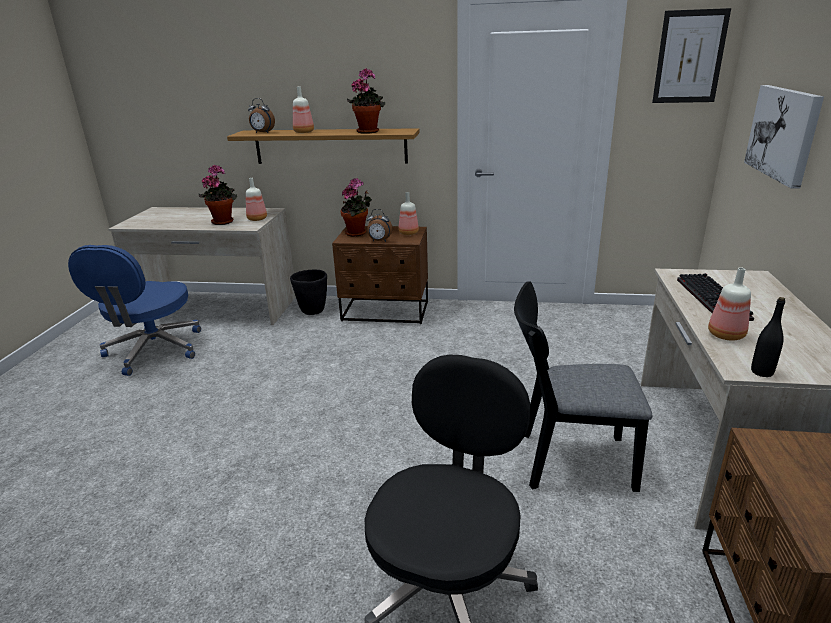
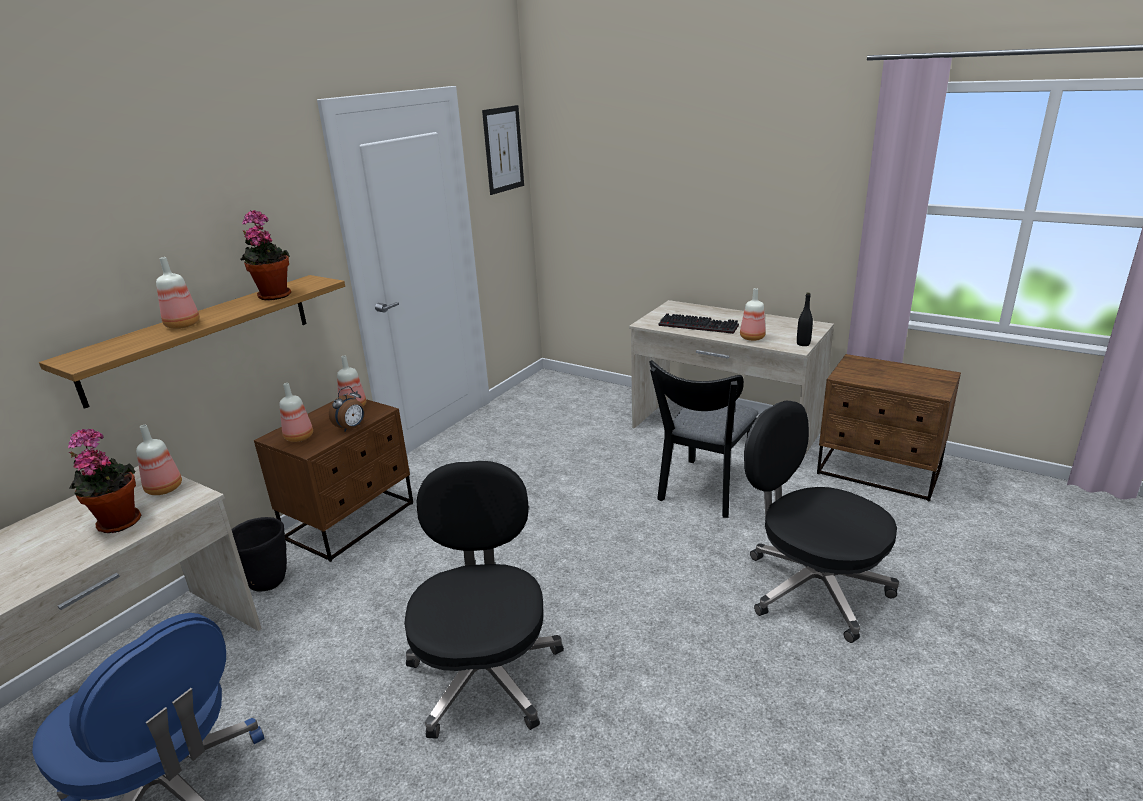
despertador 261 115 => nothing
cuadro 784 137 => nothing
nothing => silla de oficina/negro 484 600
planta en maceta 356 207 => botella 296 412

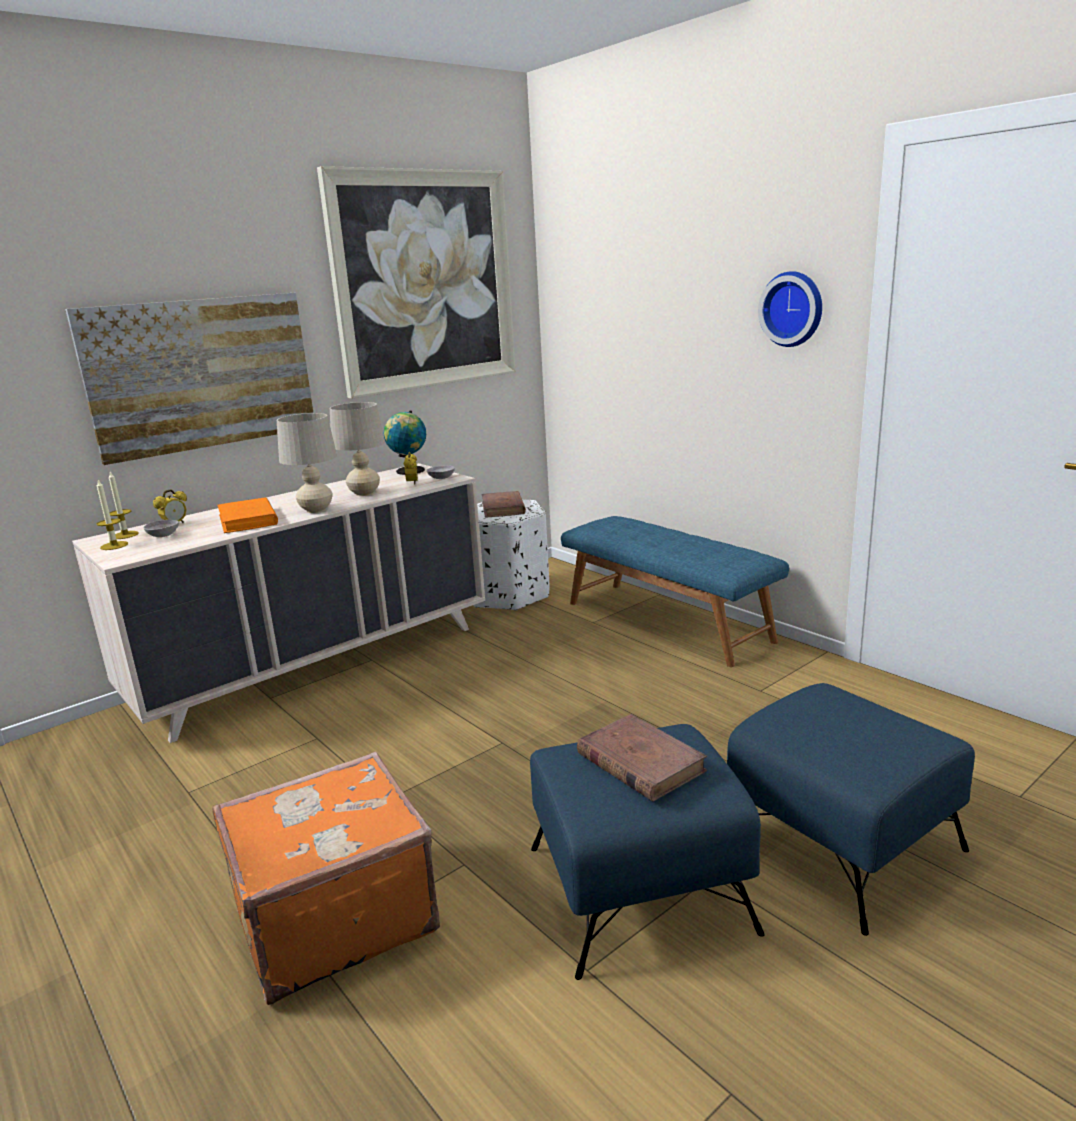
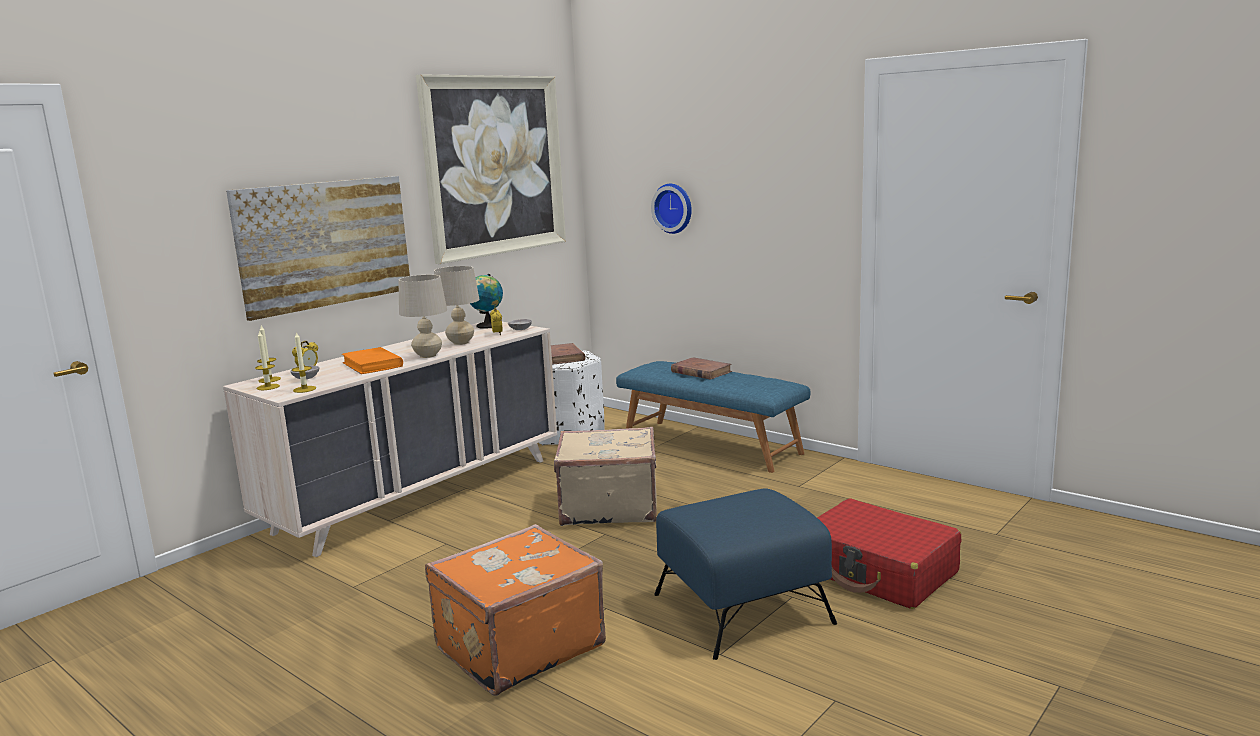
nothing => vela 304 362
nothing => maleta/beis 605 476
libro/marrón 642 758 => libro/marrón 701 368, shifted
reloj de pared 790 309 => reloj de pared 671 209, shifted
puf/azul 851 809 => maleta/rojo 889 553

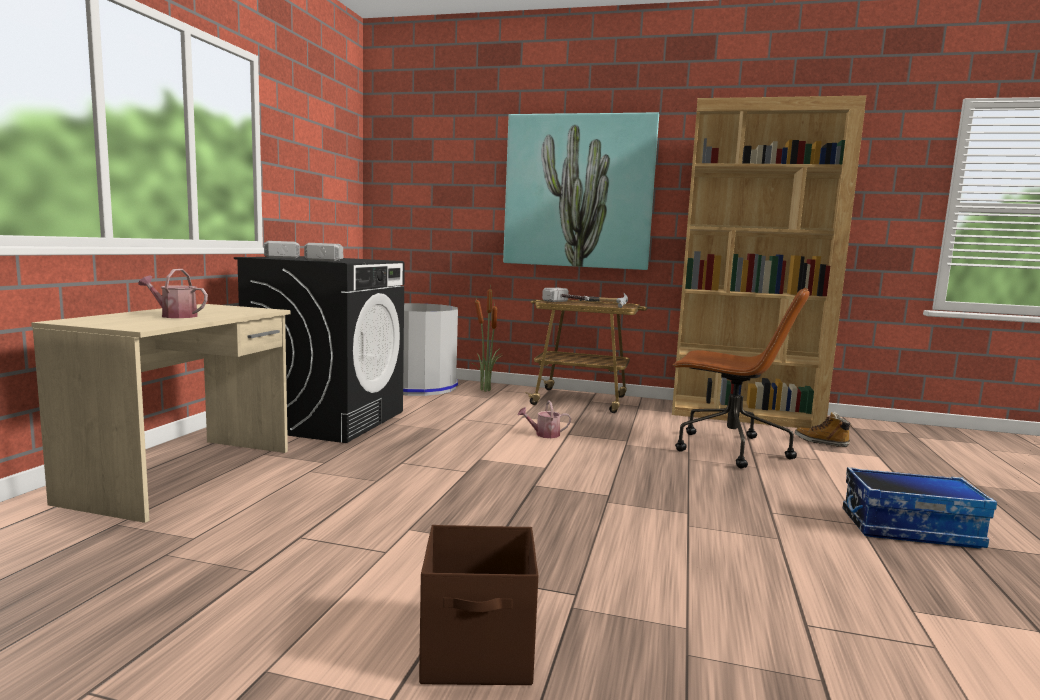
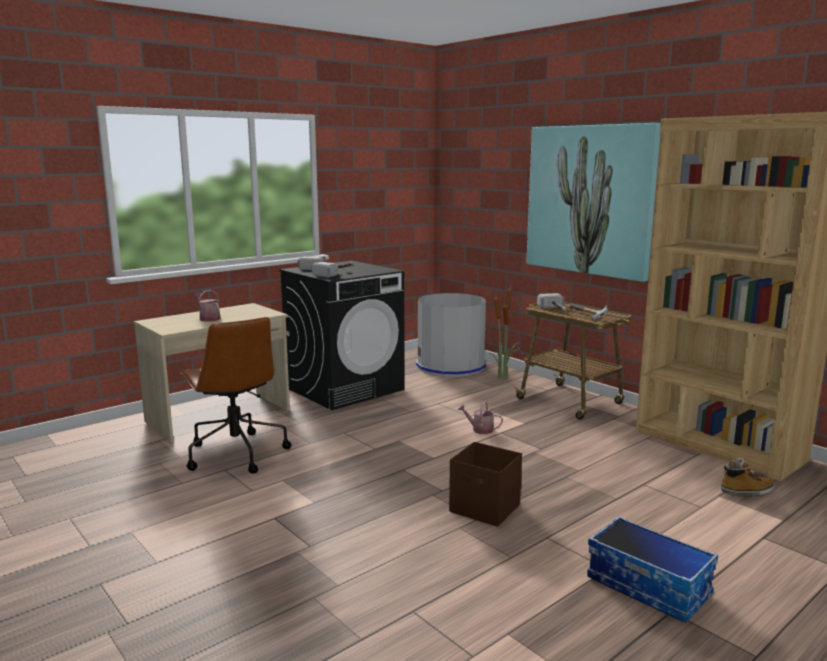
caja de almacenaje/marrón 478 605 => caja de almacenaje/marrón 485 484, shifted
silla de oficina/marrón 741 378 => silla de oficina/marrón 235 395, shifted
bota 823 429 => bota 747 477, 105 degrees clockwise

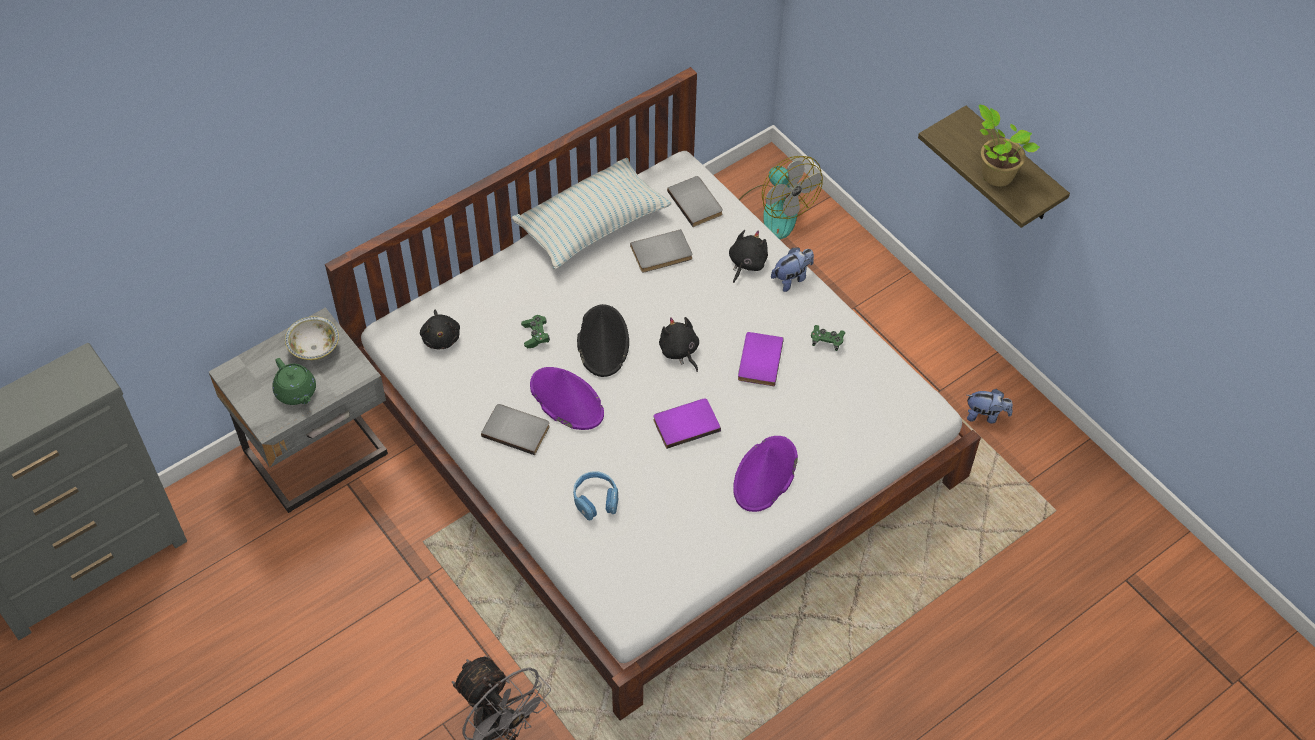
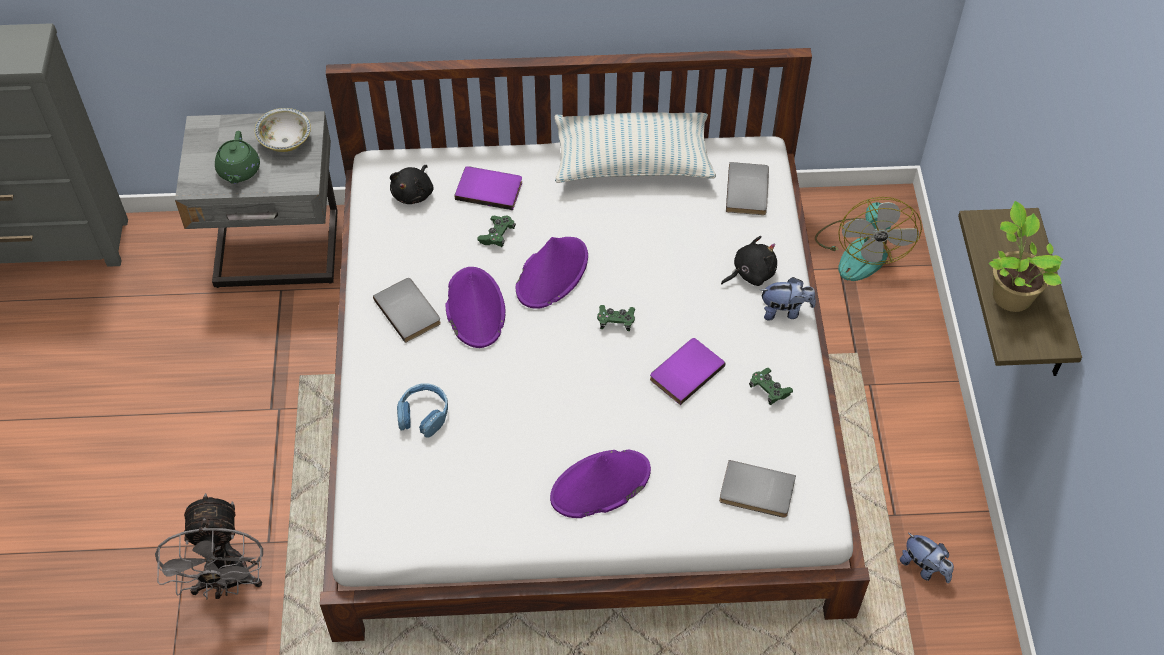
libro/gris 661 250 => libro/gris 757 489, shifted
libro/morado 687 423 => libro/morado 488 188, shifted
peluche/negro 679 344 => mando de consola/verde 616 318
sombrero/negro 603 340 => sombrero/morado 552 273

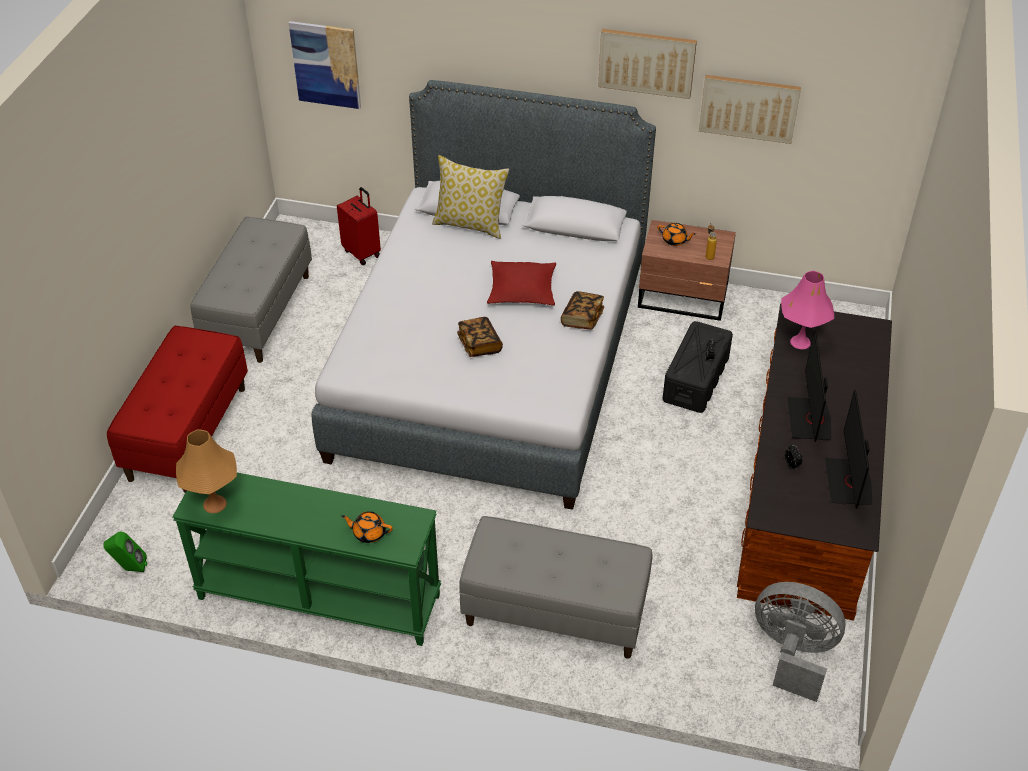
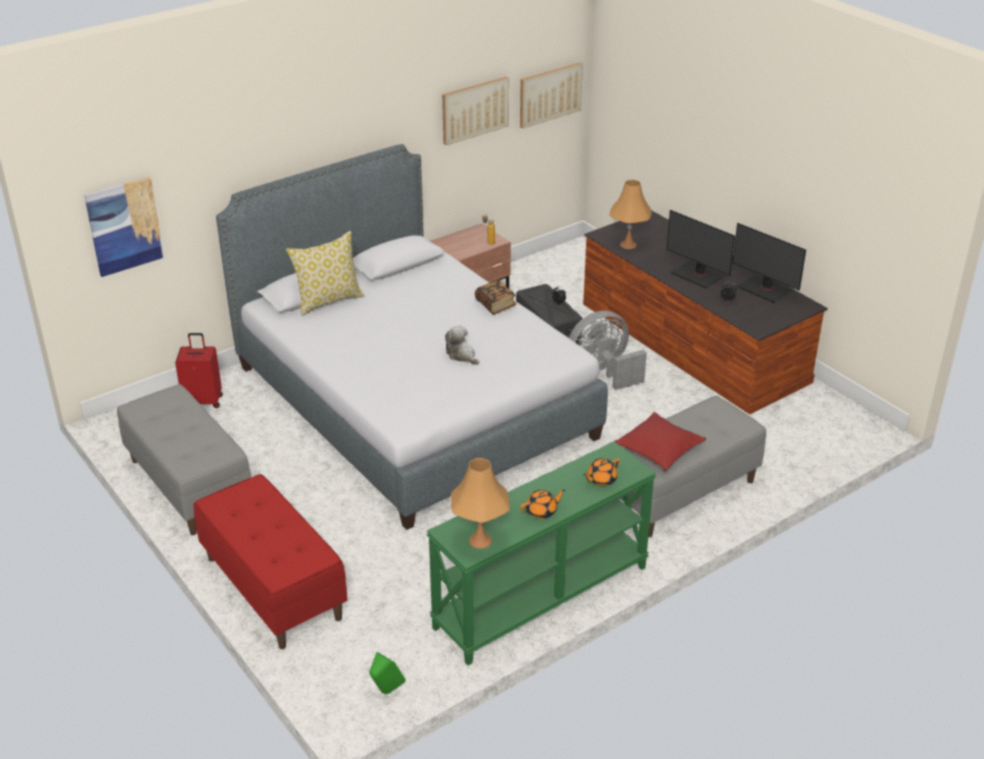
cojín/rojo 521 283 => cojín/rojo 660 441, shifted
cuadro 647 64 => cuadro 551 95, shifted
tetera/naranja 677 234 => tetera/naranja 542 504, shifted
ventilador/gris 800 642 => ventilador/gris 608 350, shifted
libro 480 337 => peluche 462 345
lámpara de mesa/rosa 807 310 => lámpara de mesa/naranja 630 214

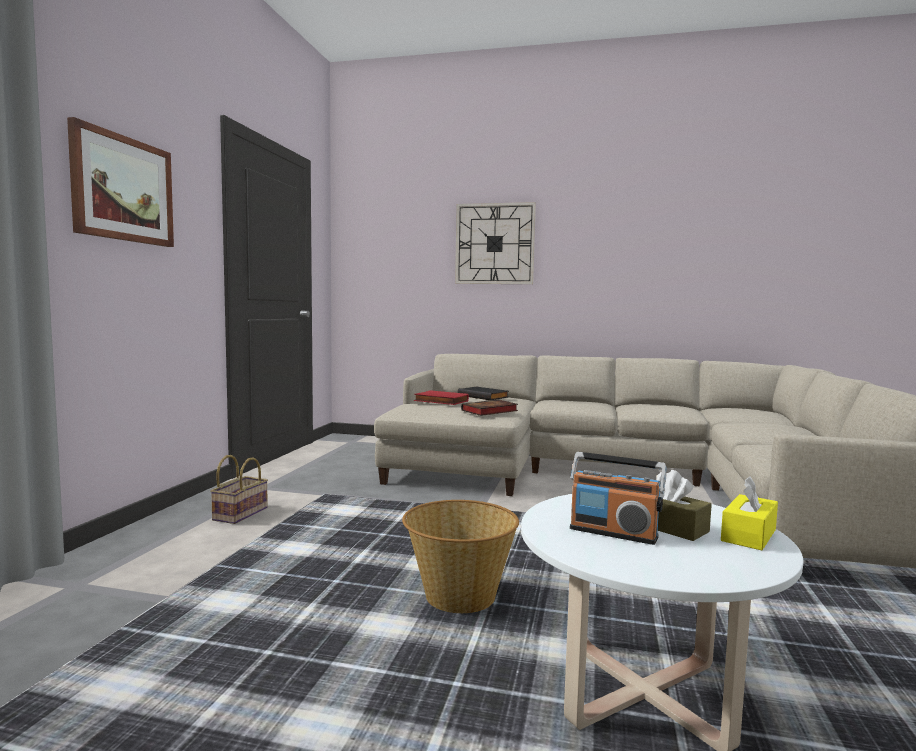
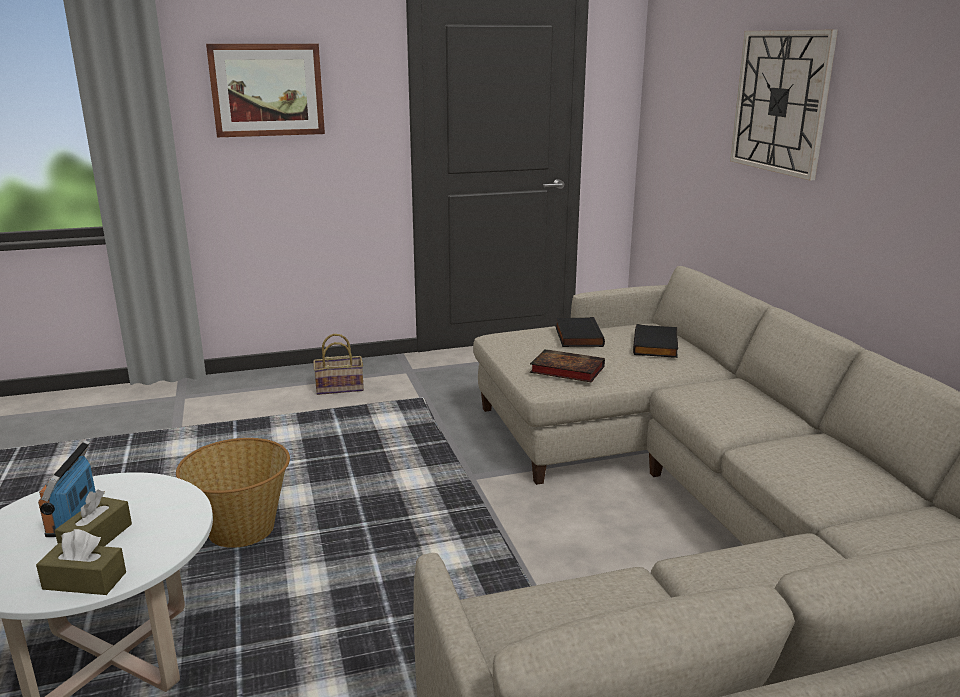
libro/rojo 441 397 => libro/negro 580 332
caja de pañuelos/amarillo 749 513 => caja de pañuelos/marrón 81 562

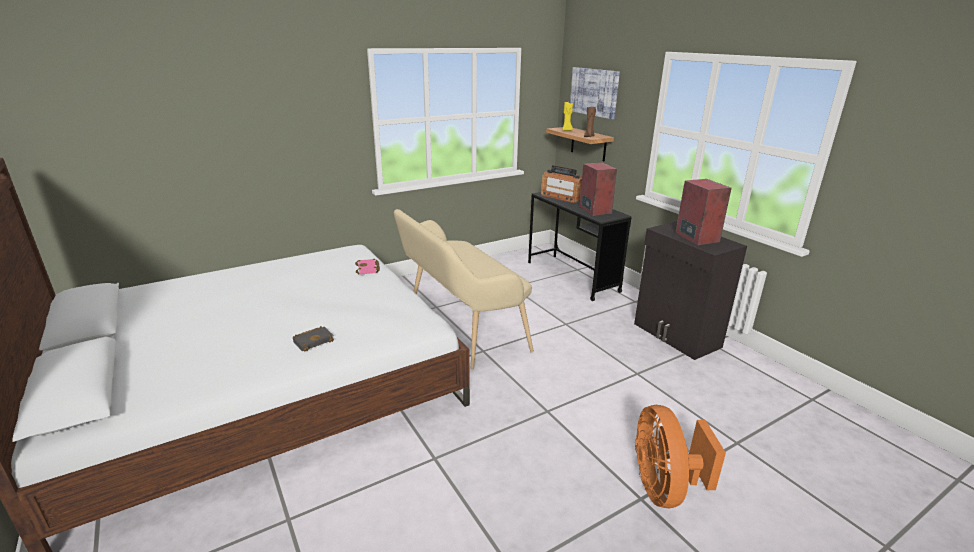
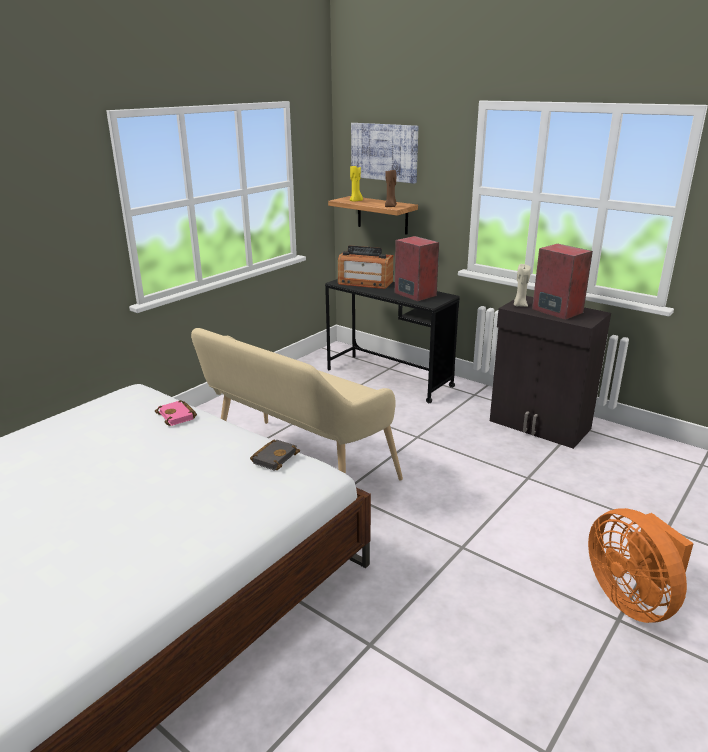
nothing => vela/beis 522 285
libro/negro 313 339 => libro/negro 275 455, shifted

